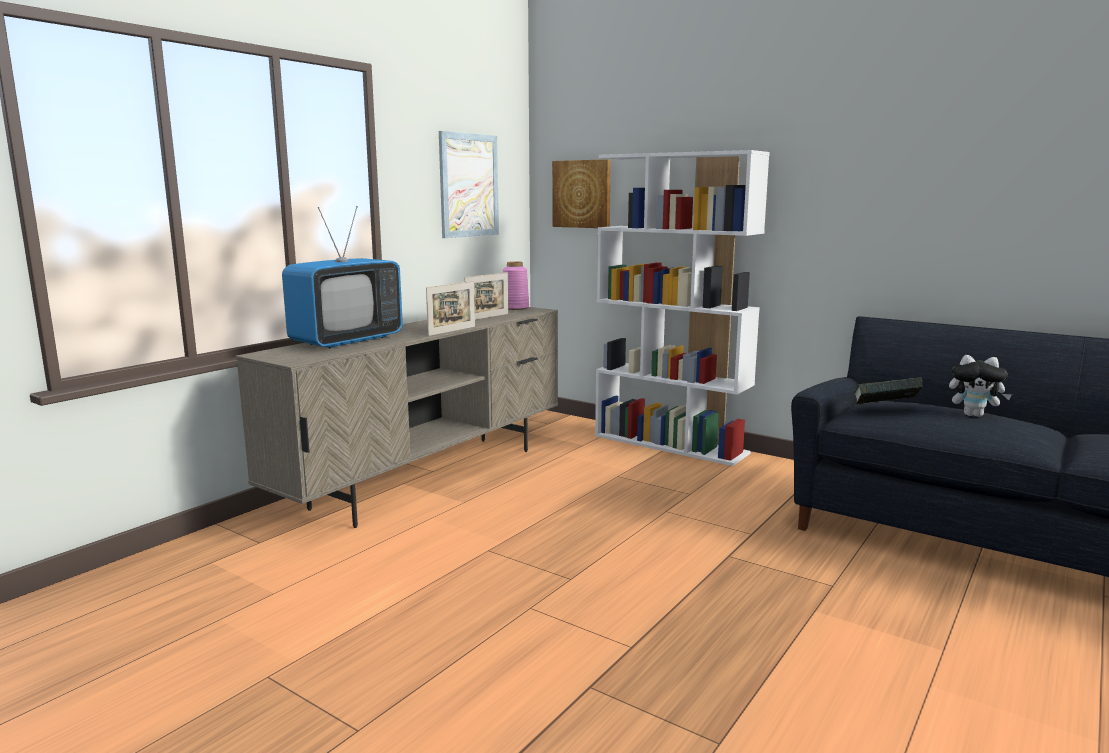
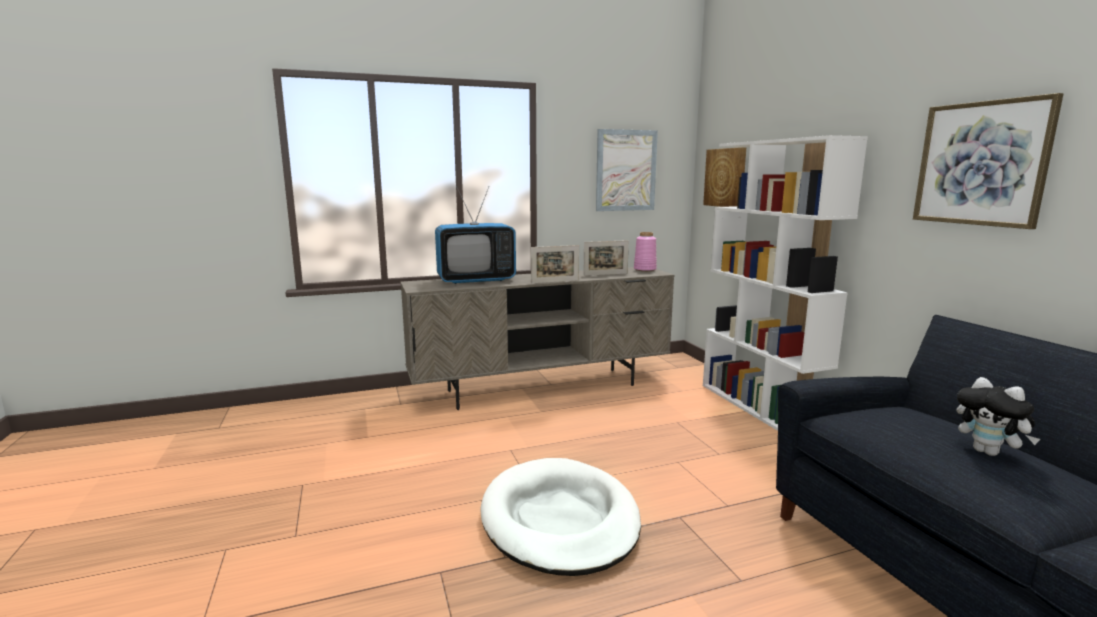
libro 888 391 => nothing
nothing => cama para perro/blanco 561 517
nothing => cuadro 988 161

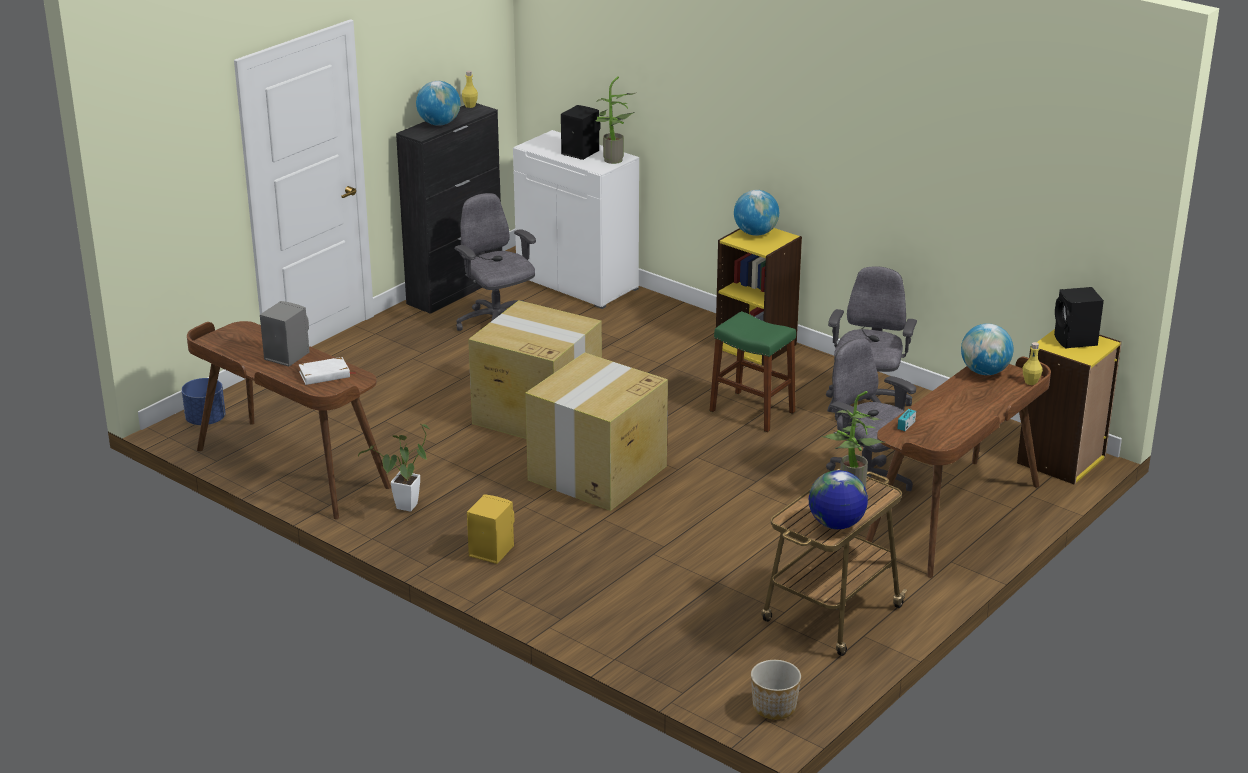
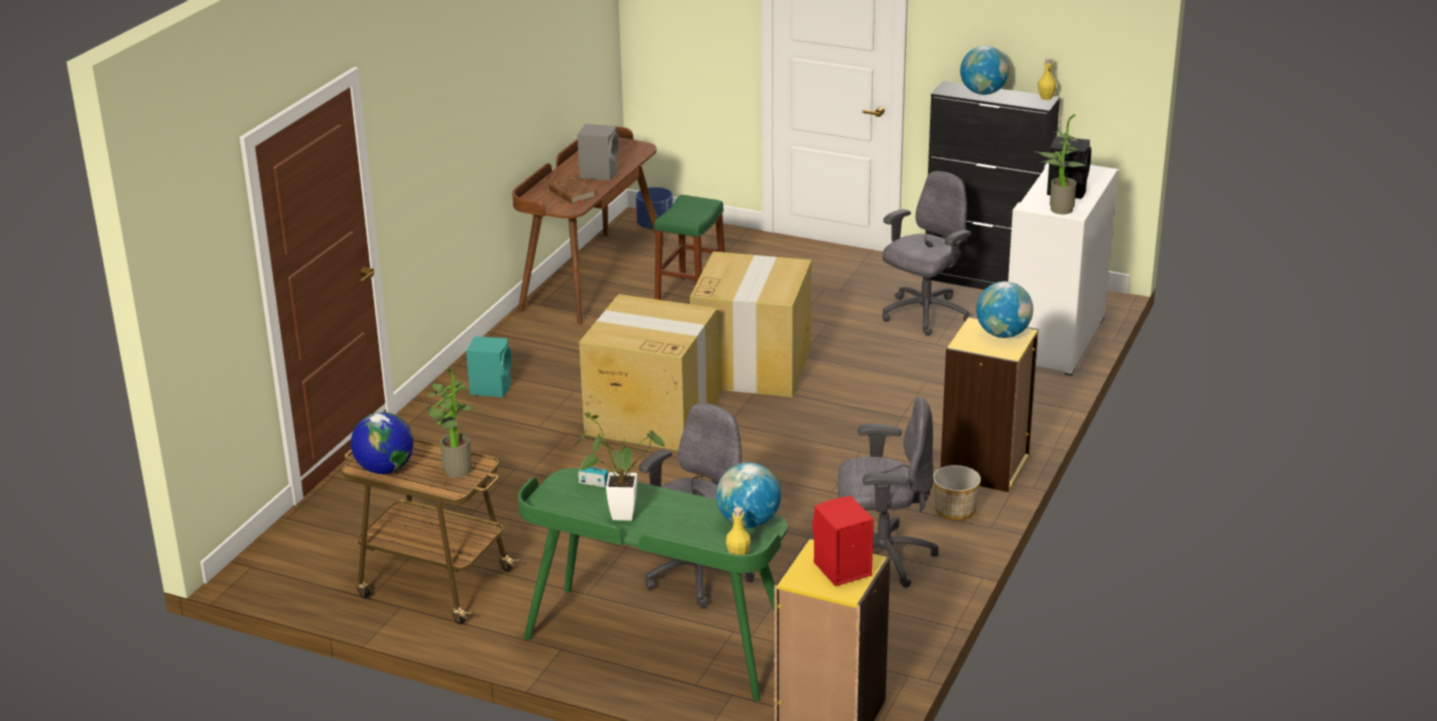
planta en maceta 393 468 => planta en maceta 619 466, shifted
taburete/verde 753 371 => taburete/verde 689 247, shifted
maceta 776 690 => maceta 957 492, shifted
libro/blanco 327 371 => libro/marrón 572 191
altavoz/amarillo 491 529 => altavoz/turquesa 489 367
escritorio/marrón 958 467 => escritorio/verde 652 584
altavoz/negro 1079 318 => altavoz/rojo 843 541

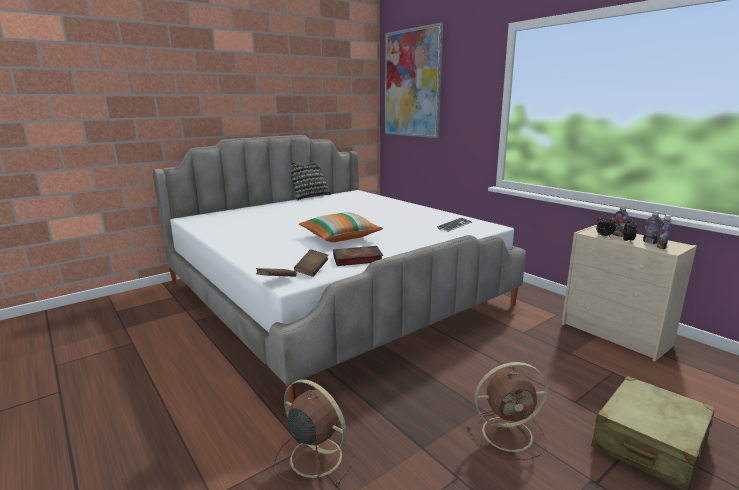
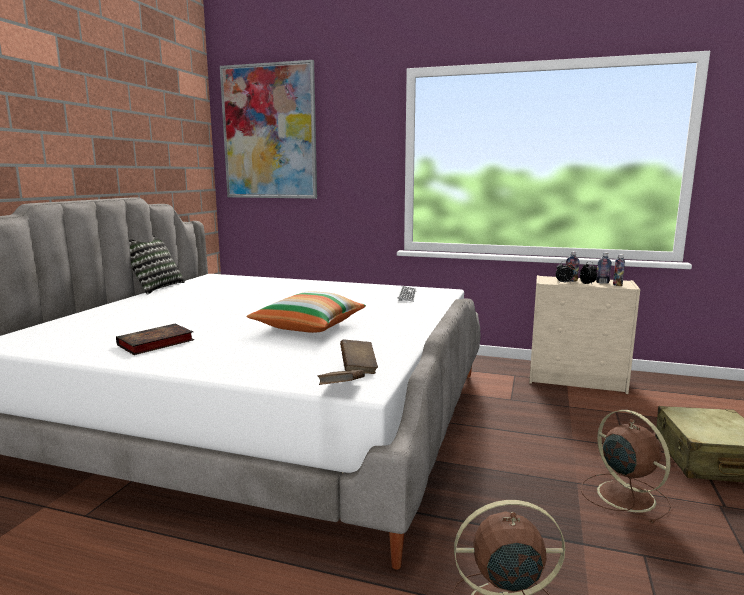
libro 358 256 => libro 155 339, shifted
ventilador/marrón 507 411 => ventilador/marrón 626 466, 75 degrees counterclockwise

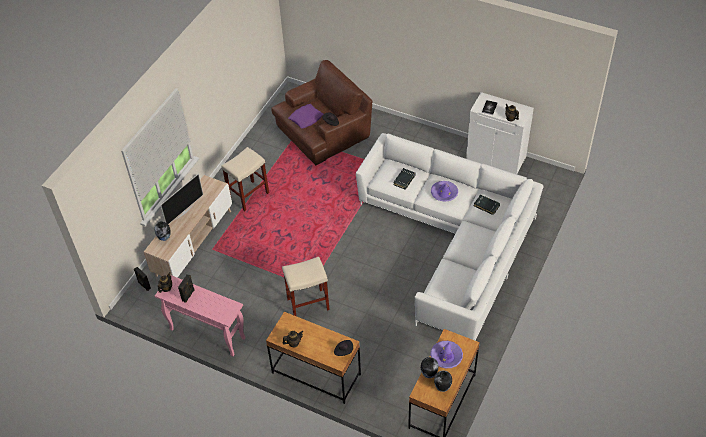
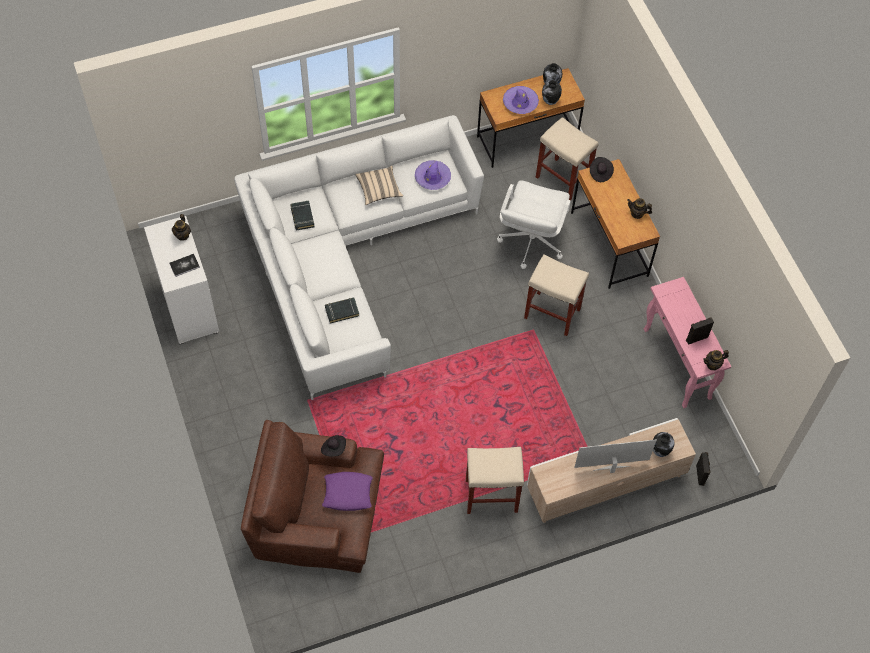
nothing => cojín/beis 379 185
nothing => silla de oficina/blanco 534 224
nothing => taburete/beis 567 158
sombrero/morado 444 191 => sombrero/morado 433 175, shifted

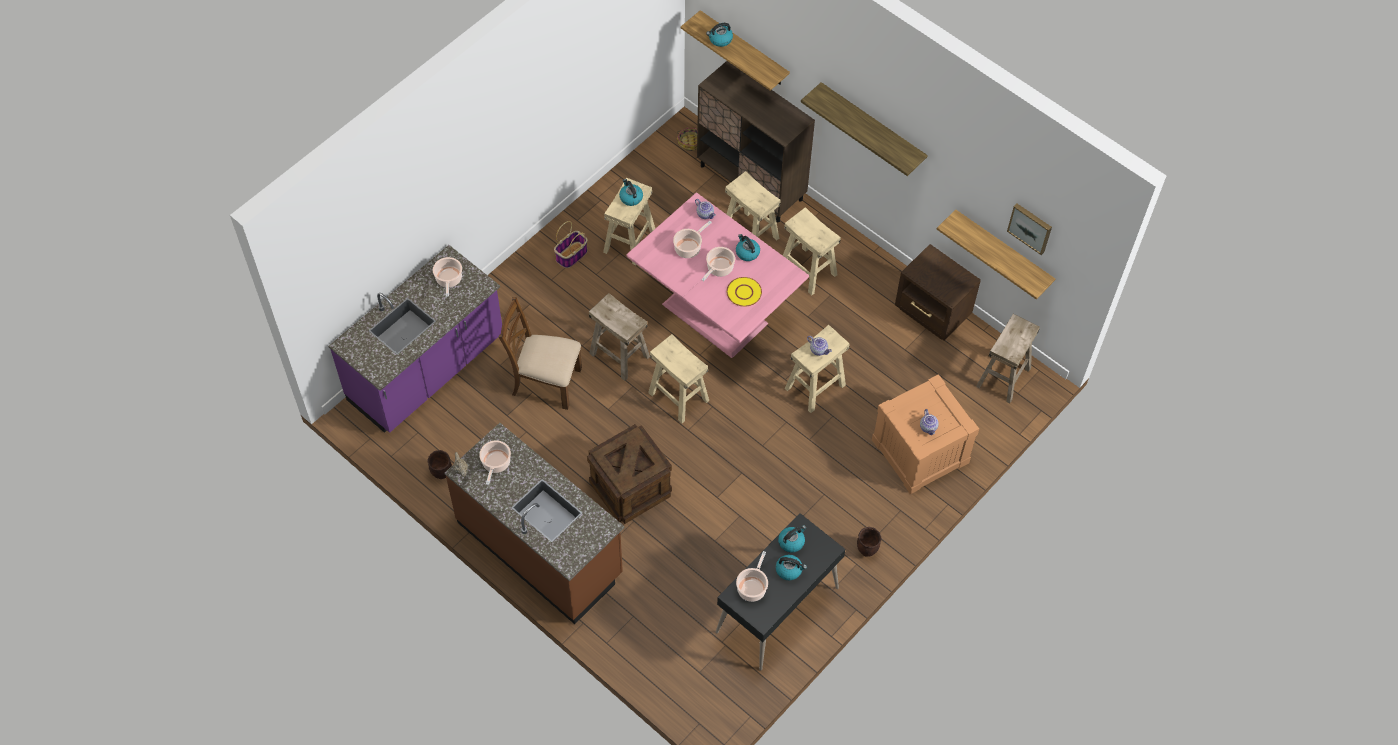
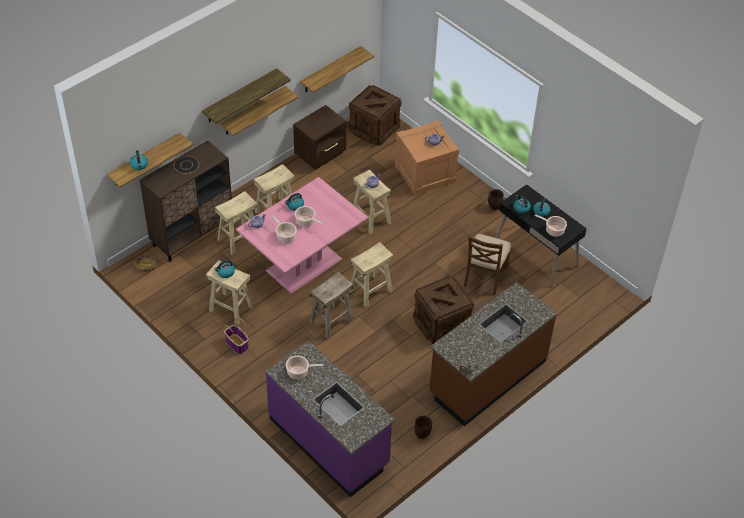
olla 495 462 => nothing
plato/amarillo 744 292 => nothing
cuadro 1029 229 => nothing
nothing => plato/negro 186 165
nothing => estante 259 111
silla/marrón 540 353 => silla/marrón 488 264, shifted
taburete/beis 1008 358 => caja de embalaje 375 115

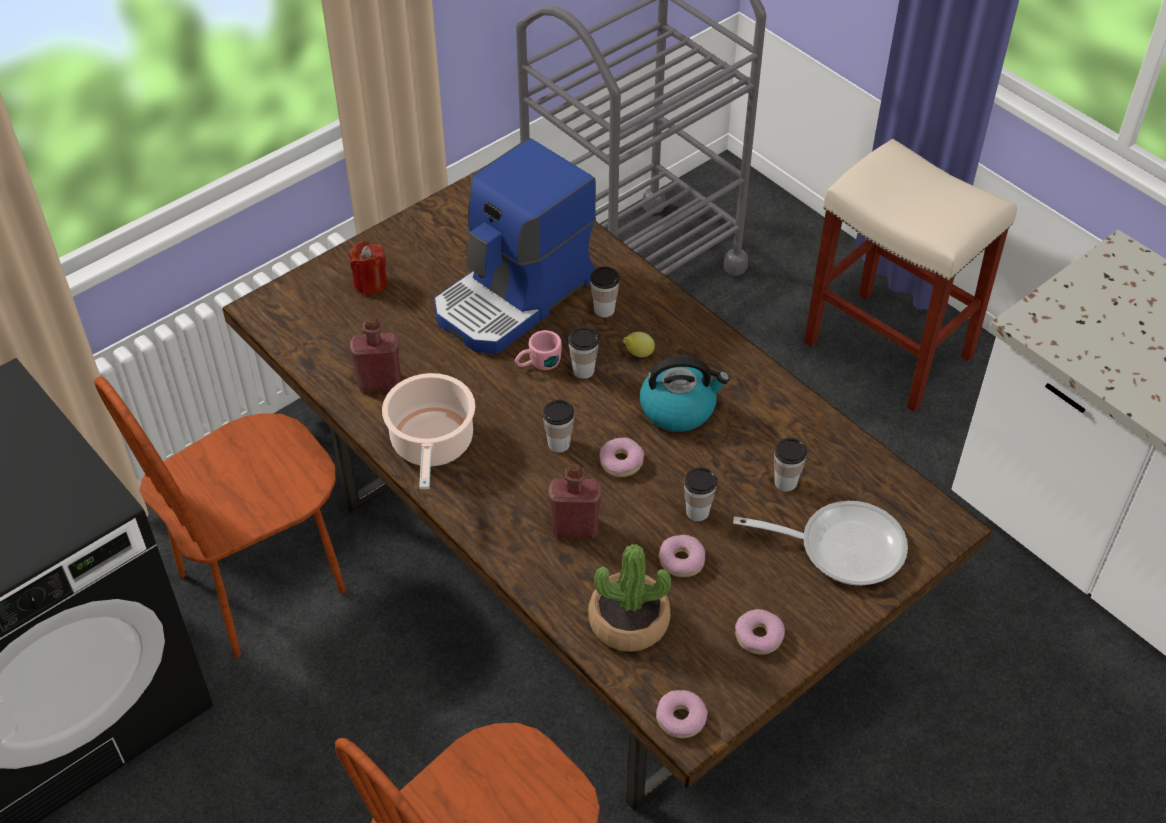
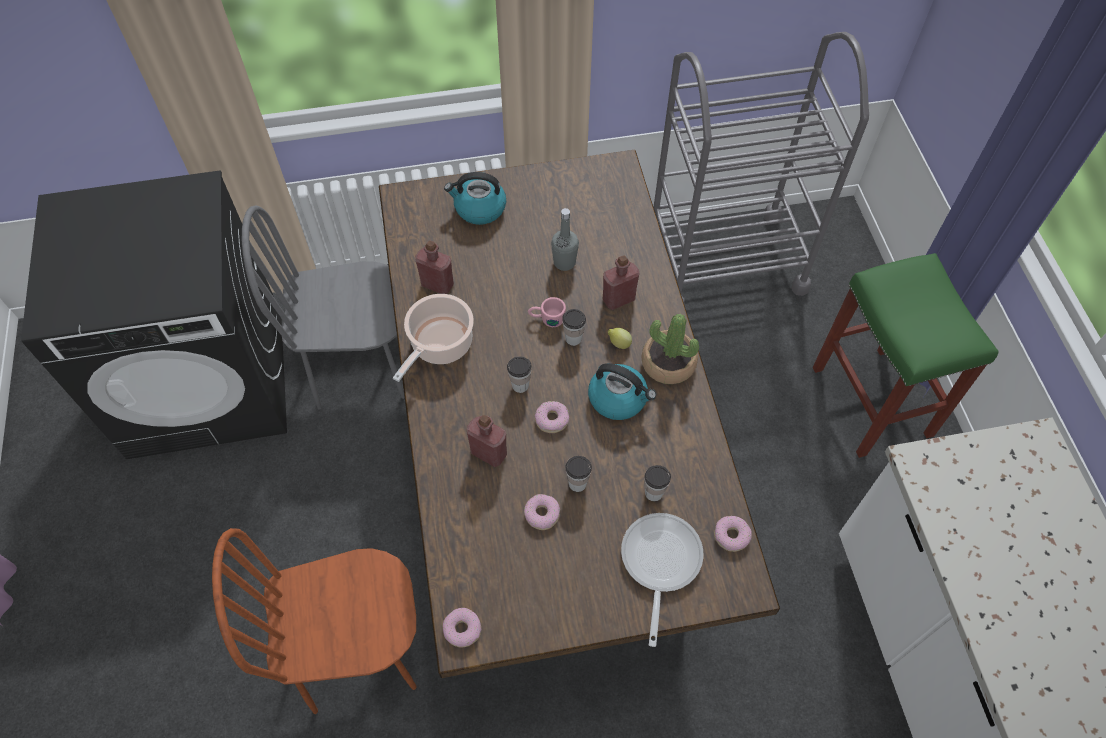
planta en maceta 629 598 => planta en maceta 670 349, shifted
rosquilla 760 632 => rosquilla 733 534, shifted
vela/rojo 368 268 => hervidor 475 198
cafetera 515 246 => botella/gris 565 239
taza 605 292 => botella/rojo 621 283
silla/marrón 220 517 => silla/gris 323 307
taburete/beis 910 275 => taburete/verde 906 355
sartén 820 543 => sartén 662 580, 120 degrees counterclockwise

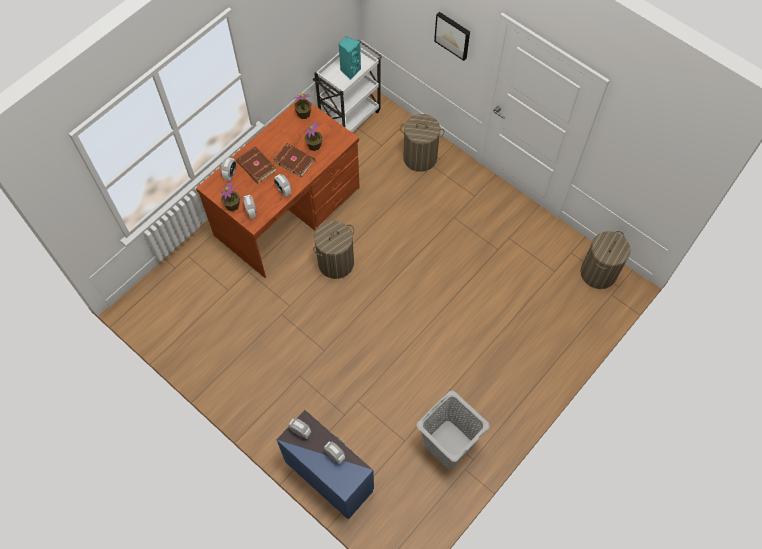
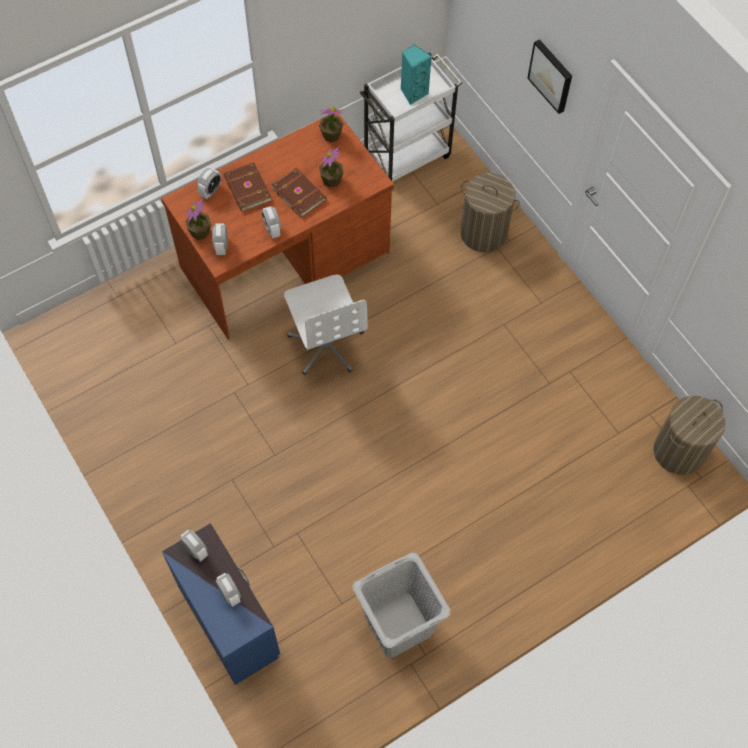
cesto de la ropa 333 250 => silla de oficina/blanco 326 325

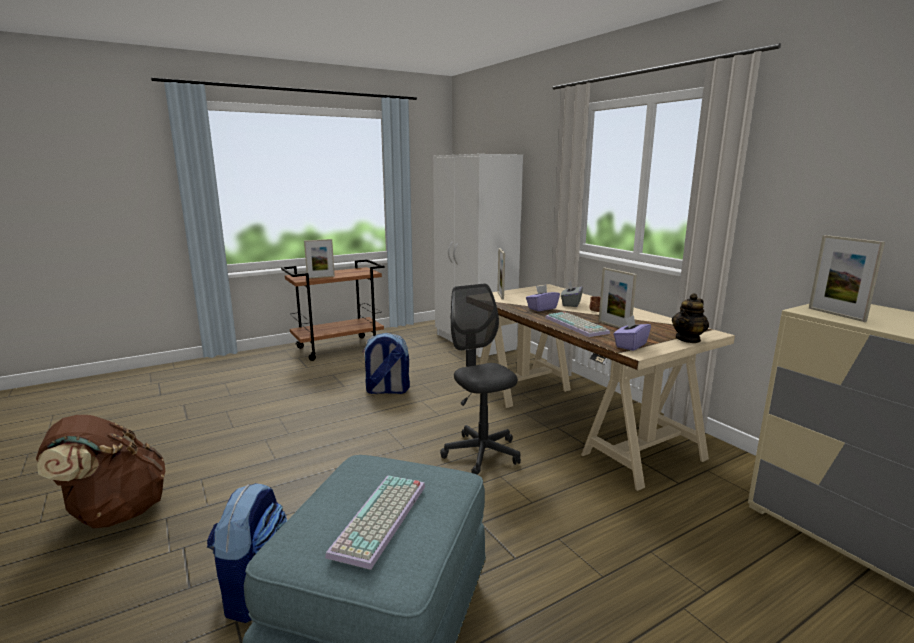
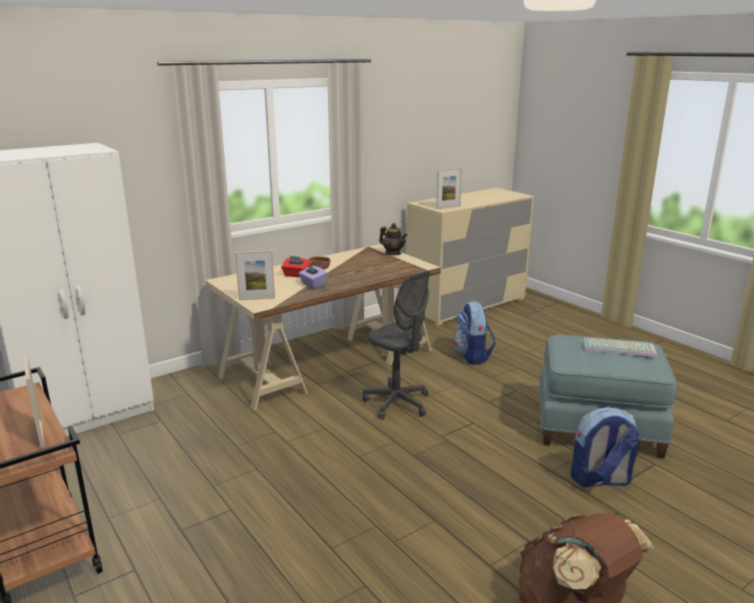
teclado 577 324 => nothing
portarretratos 618 298 => nothing
caja de pañuelos/morado 632 333 => nothing
mochila 386 363 => mochila 474 333, shifted
caja de pañuelos/gris 572 294 => caja de pañuelos/rojo 296 267
silla de oficina/gris 480 379 => silla de oficina/gris 396 345, 105 degrees counterclockwise

